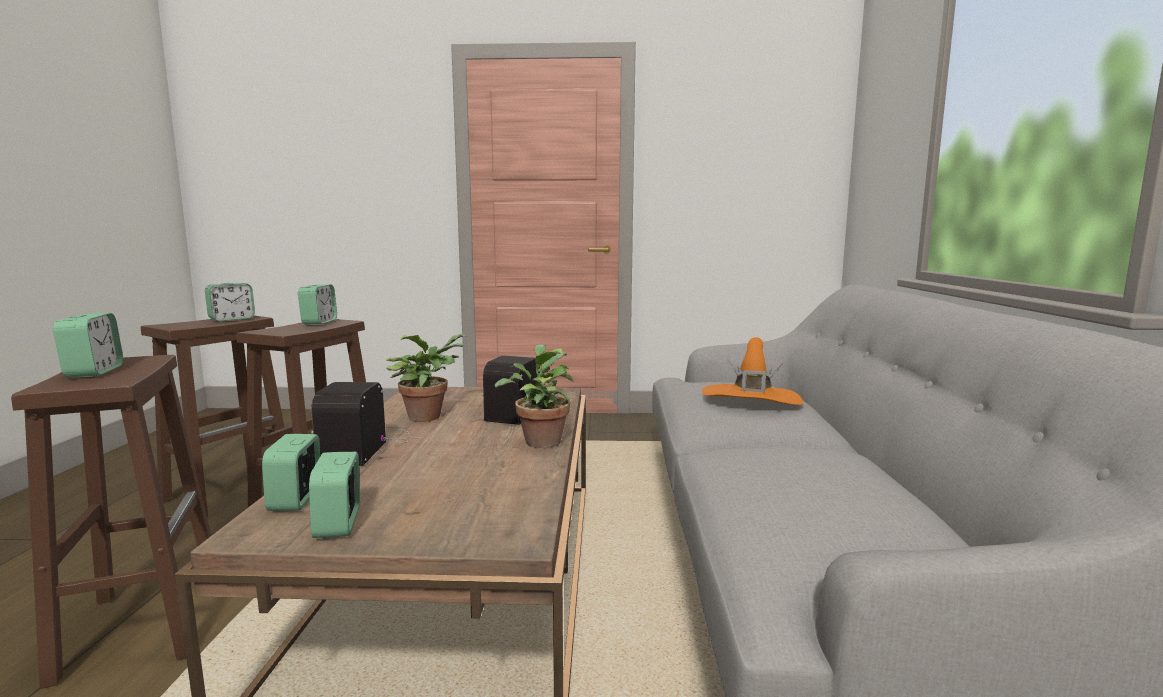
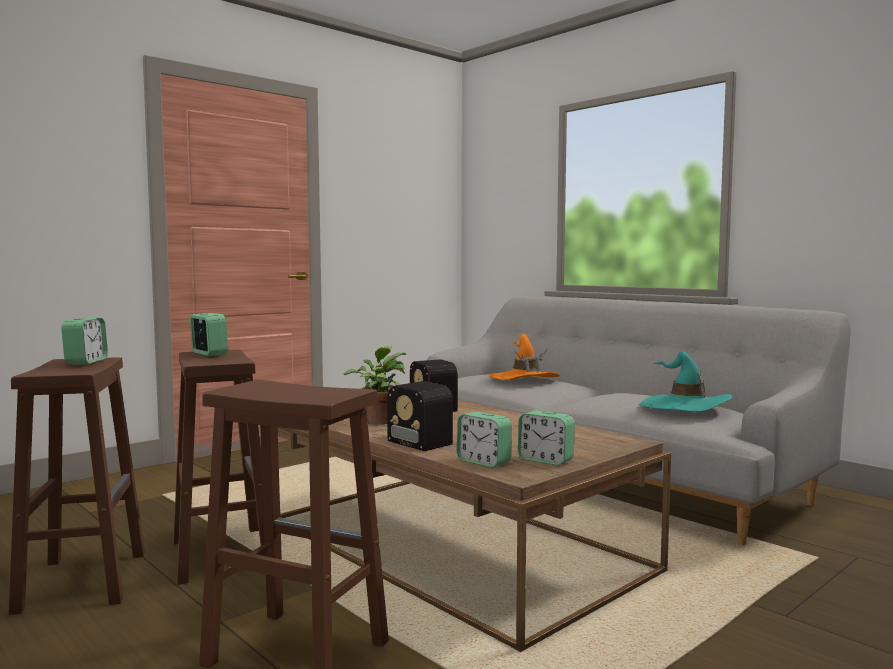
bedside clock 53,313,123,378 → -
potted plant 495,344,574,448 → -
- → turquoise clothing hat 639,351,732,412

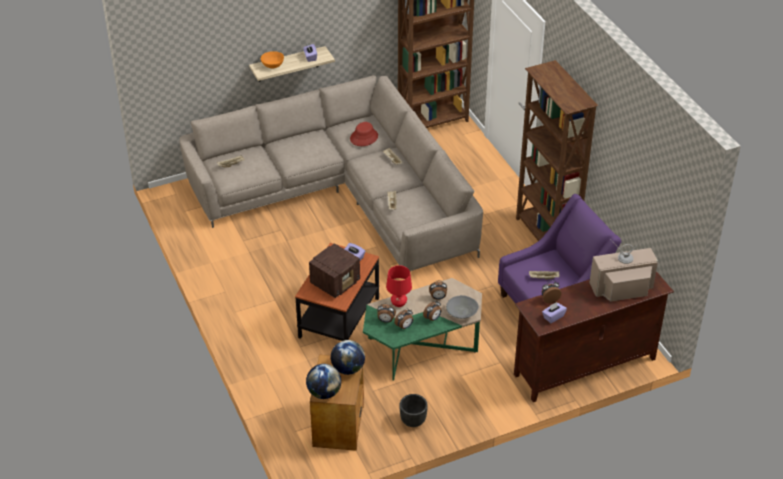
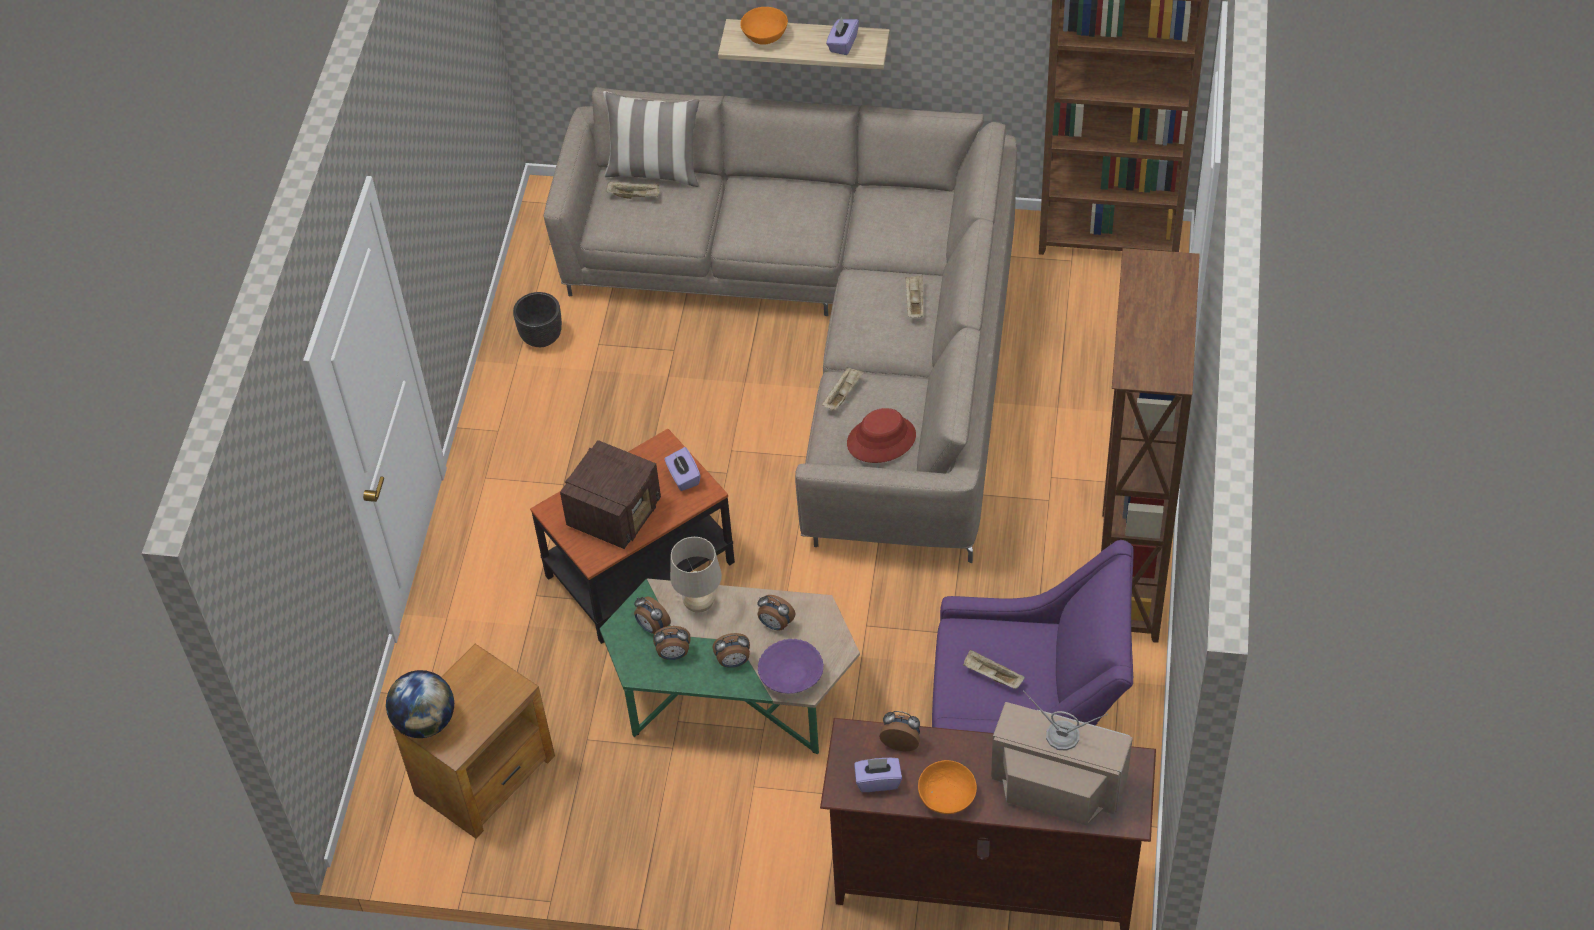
desk globe 331,340,365,375 → -
- → pillow 603,91,699,187
- → orange bowl 918,760,977,814
reddish clothing hat 350,122,378,146 → reddish clothing hat 847,408,916,463, move
black-coloured planter 400,394,428,427 → black-coloured planter 513,292,562,347, move
reddish tabletop lamp 386,265,412,307 → sand-coloured tabletop lamp 670,537,722,613
grey bowl 446,295,479,319 → purple-coloured bowl 758,639,824,694
radio 309,243,360,298 → radio 560,440,661,549, 45 degrees counterclockwise

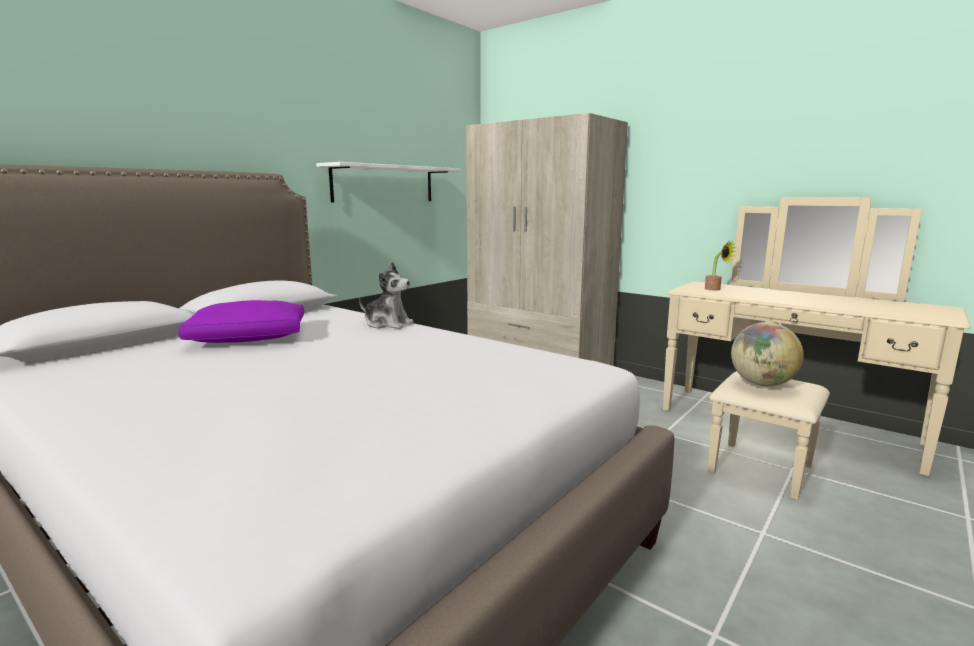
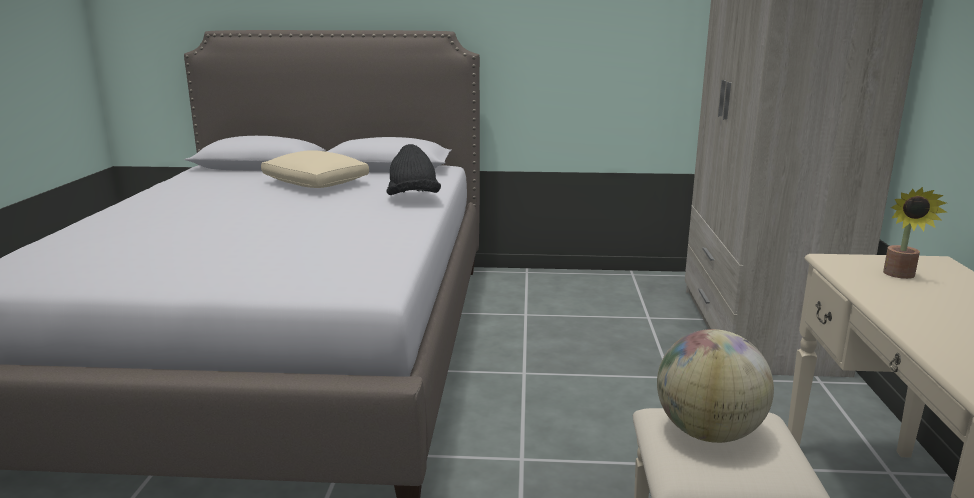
whitish wall shelf 316,162,461,202 → -
plush toy 359,262,413,329 → black-coloured clothing hat 386,144,441,195
purple-coloured pillow 178,300,304,343 → sand-coloured pillow 261,150,369,188

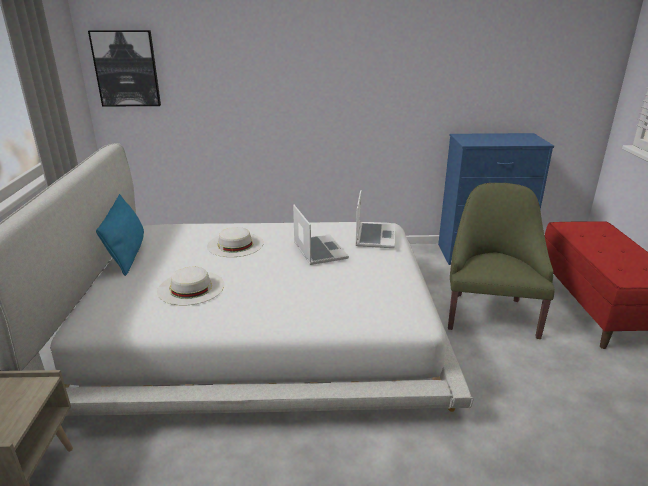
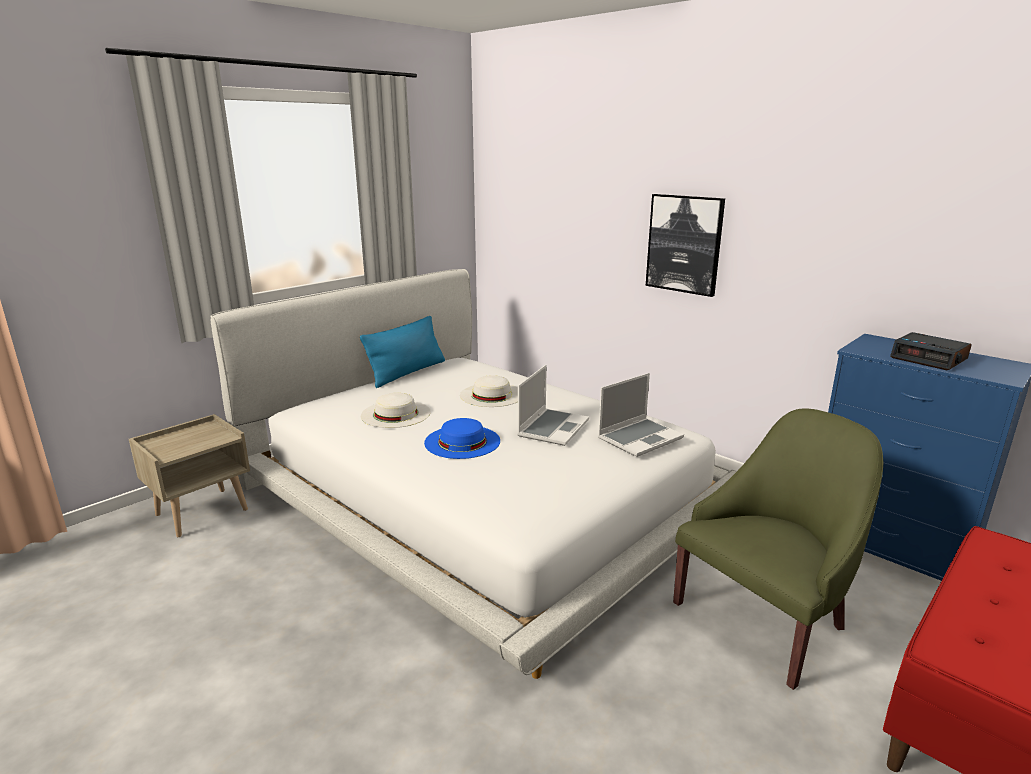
- → blue-coloured clothing hat 424,418,500,459
- → bedside clock 890,332,972,370
picture 88,30,161,107 → picture 646,194,725,297, move

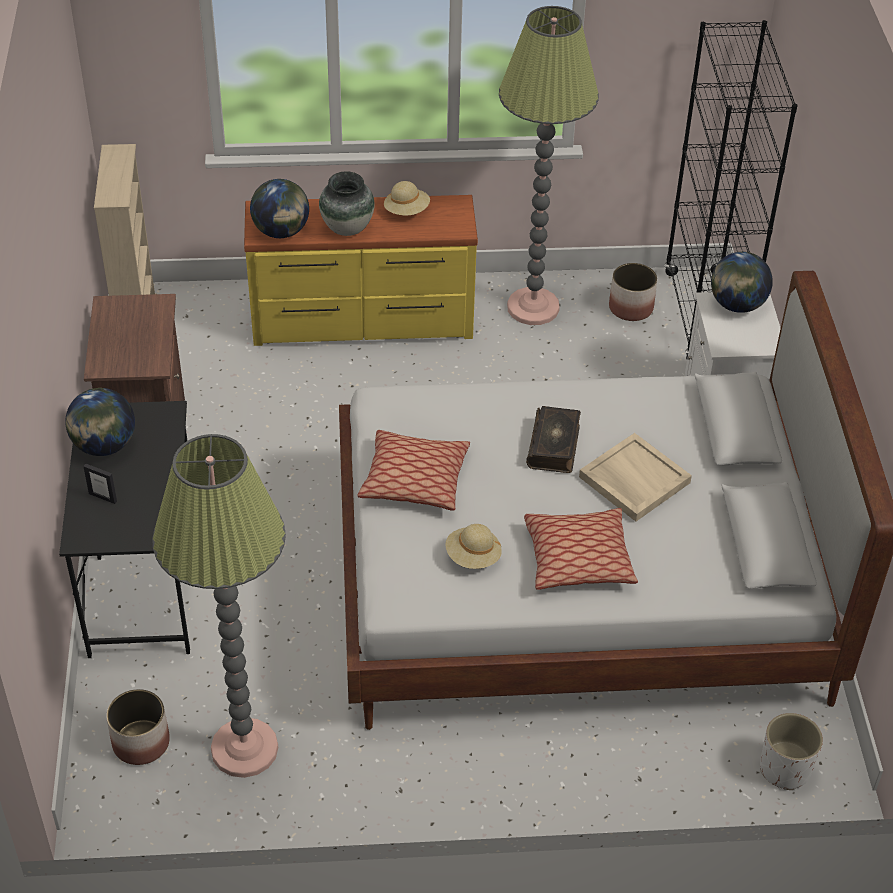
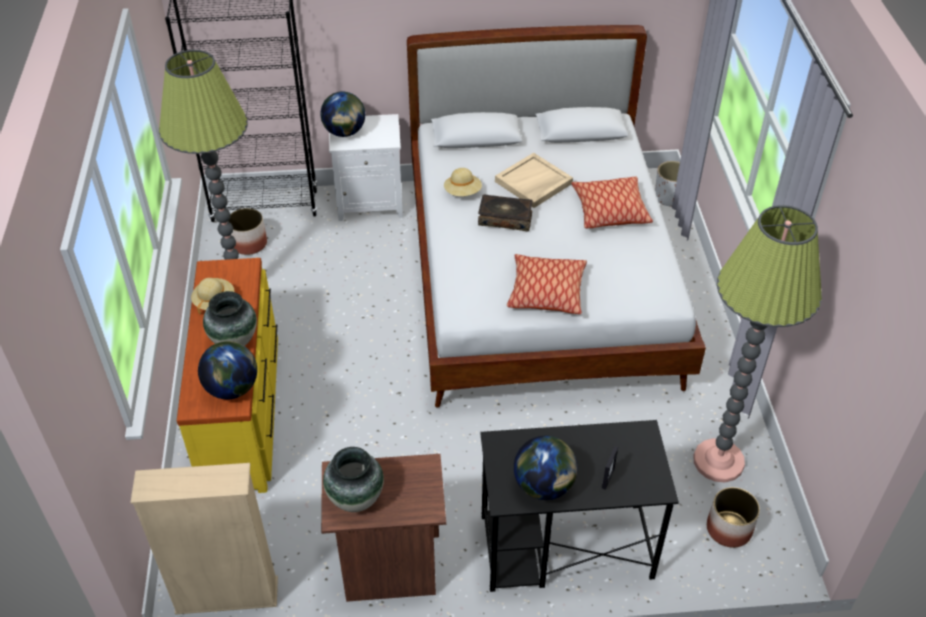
- → flower vase 323,447,384,512
sand-coloured clothing hat 445,524,502,569 → sand-coloured clothing hat 444,168,482,196, move

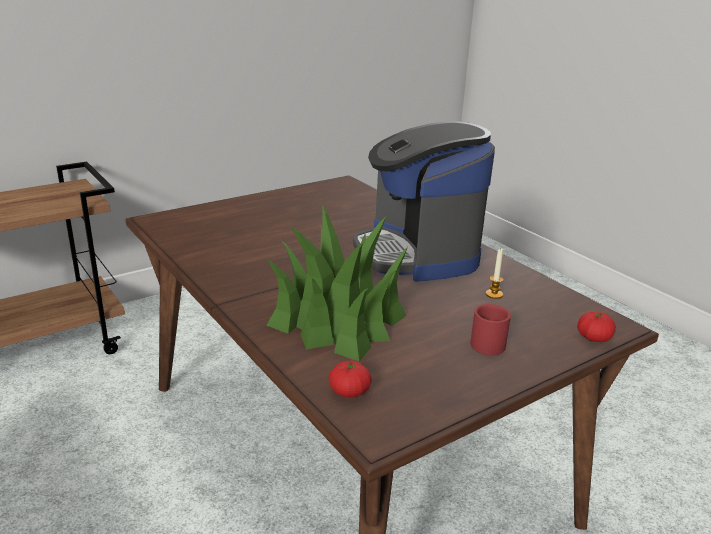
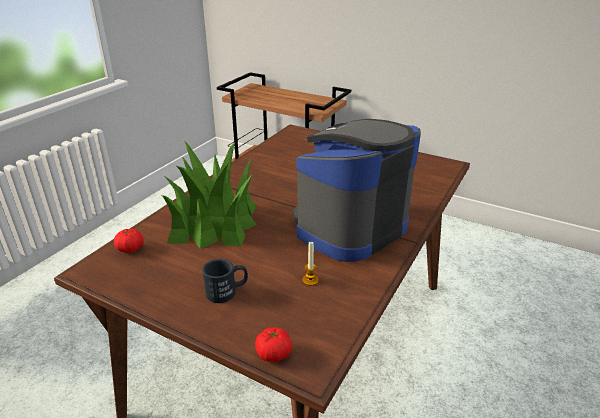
reddish tea mug 470,303,511,355 → black-coloured tea mug 202,259,248,303

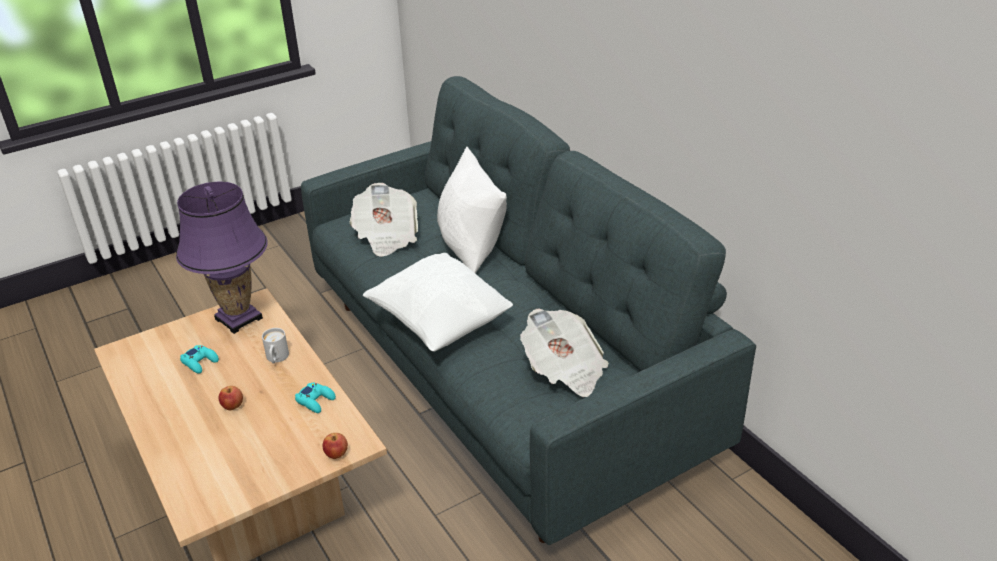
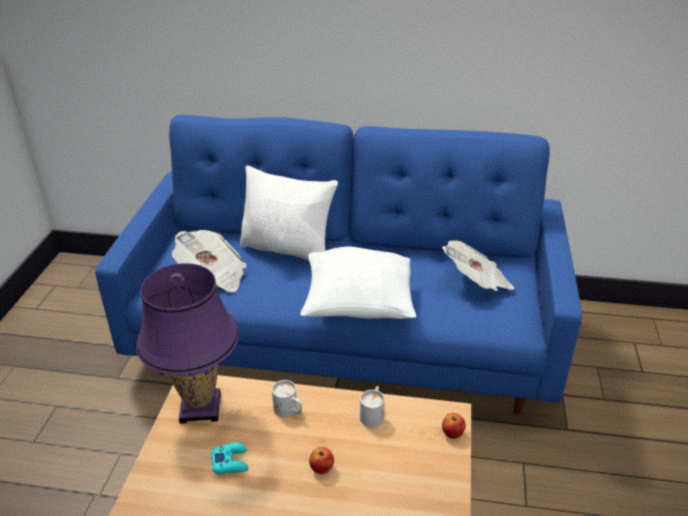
turquoise gamepad 295,383,336,413 → whitish tea mug 360,386,385,427
grey couch 301,76,756,545 → blue-coloured couch 95,115,582,415

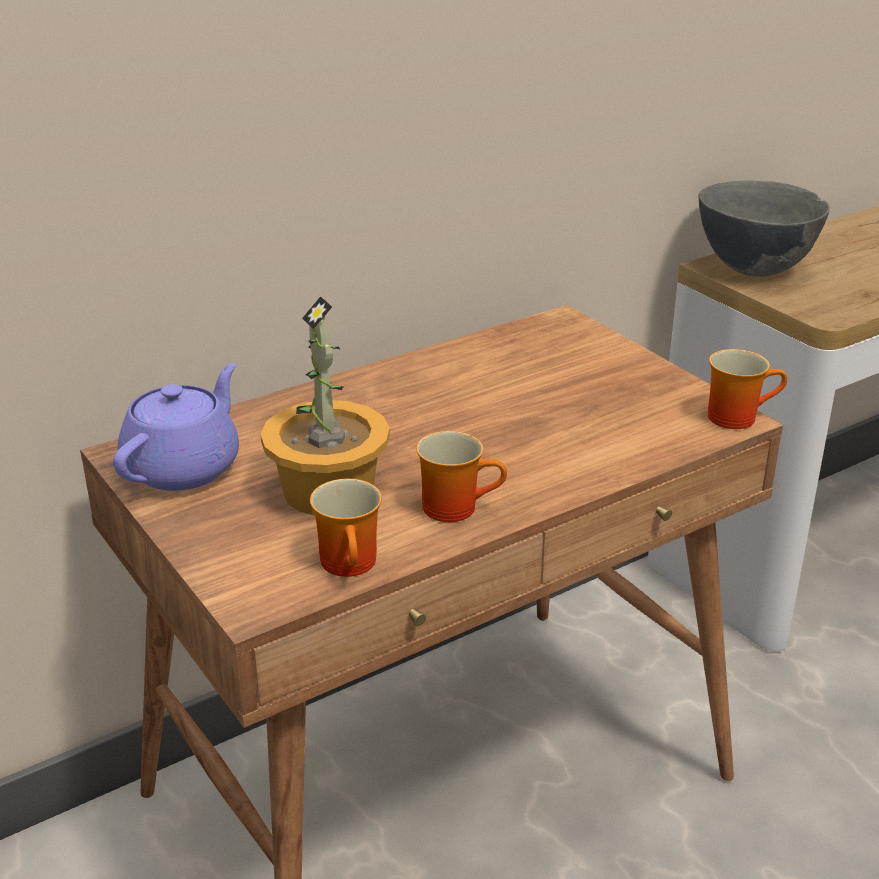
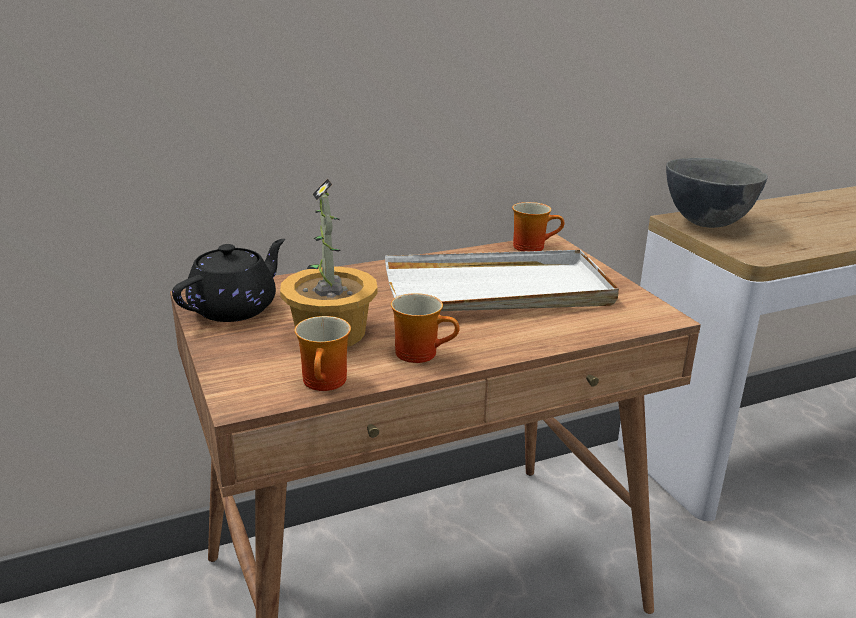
- → whitish tray 385,250,619,311
tea mug 708,349,787,429 → tea mug 512,202,564,251, move
purple-coloured tea pot 113,363,239,491 → black-coloured tea pot 172,239,285,322

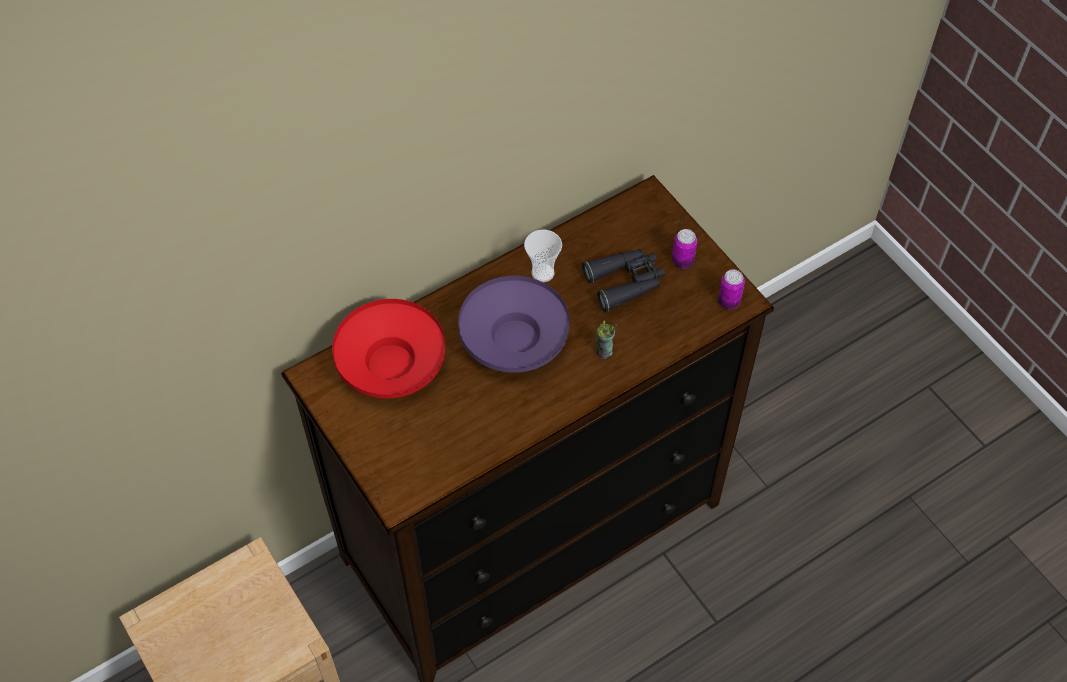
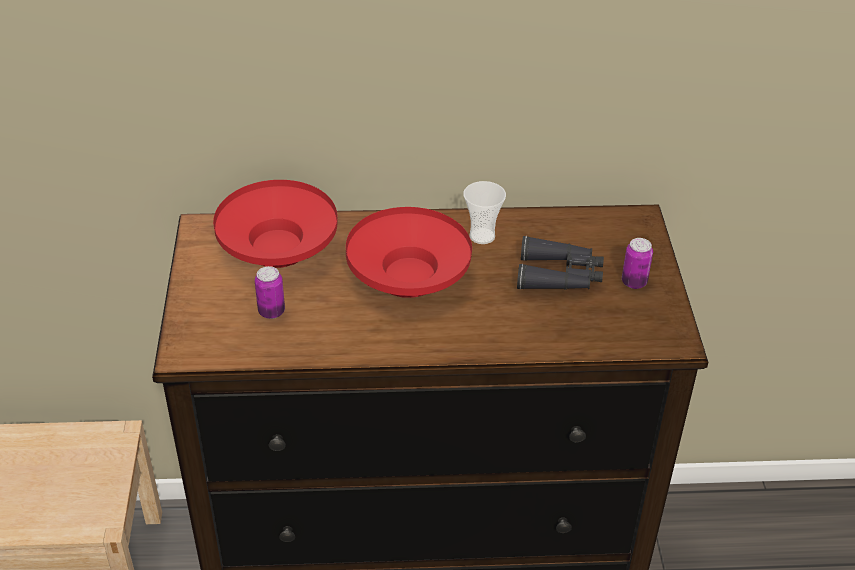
cup 596,320,617,359 → -
sealed can 718,270,745,309 → sealed can 255,266,285,319, move
purple-coloured bowl 458,276,570,373 → reddish bowl 346,207,472,298

